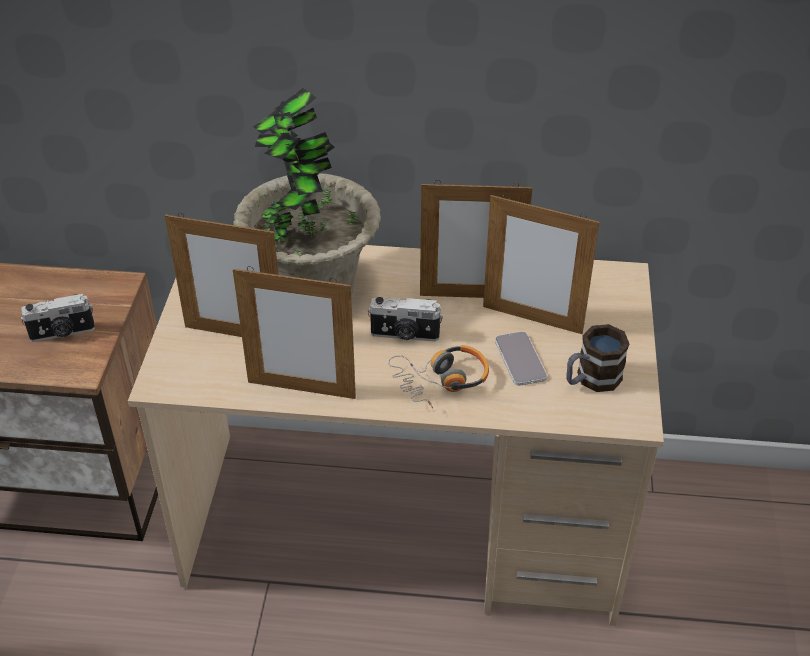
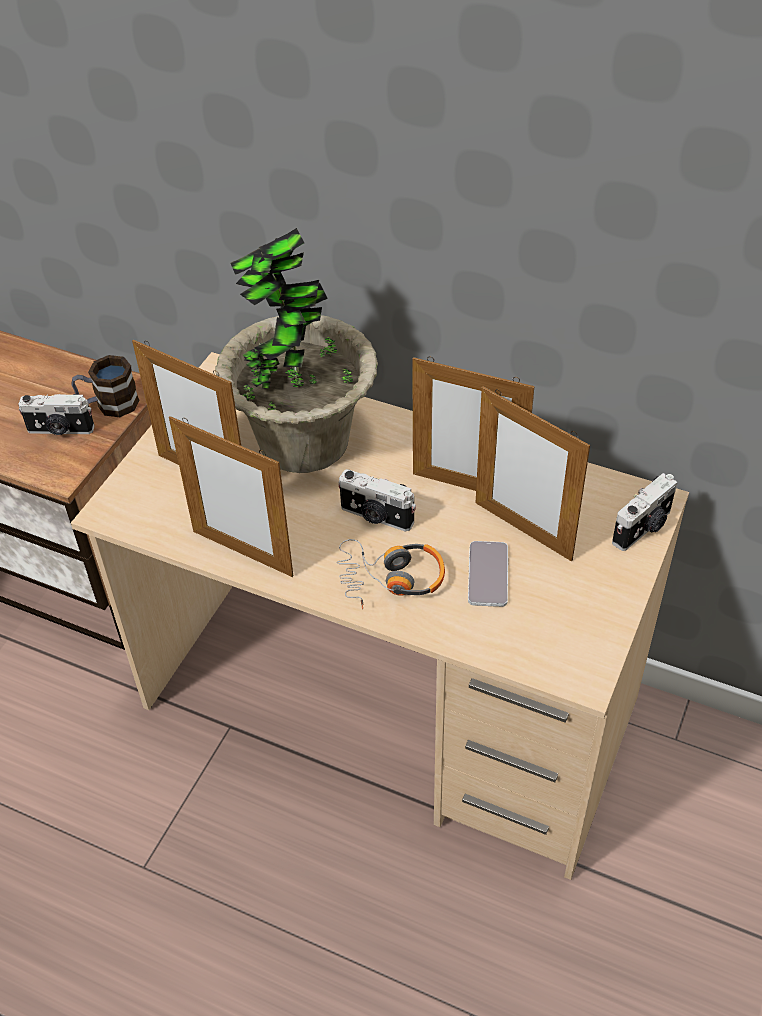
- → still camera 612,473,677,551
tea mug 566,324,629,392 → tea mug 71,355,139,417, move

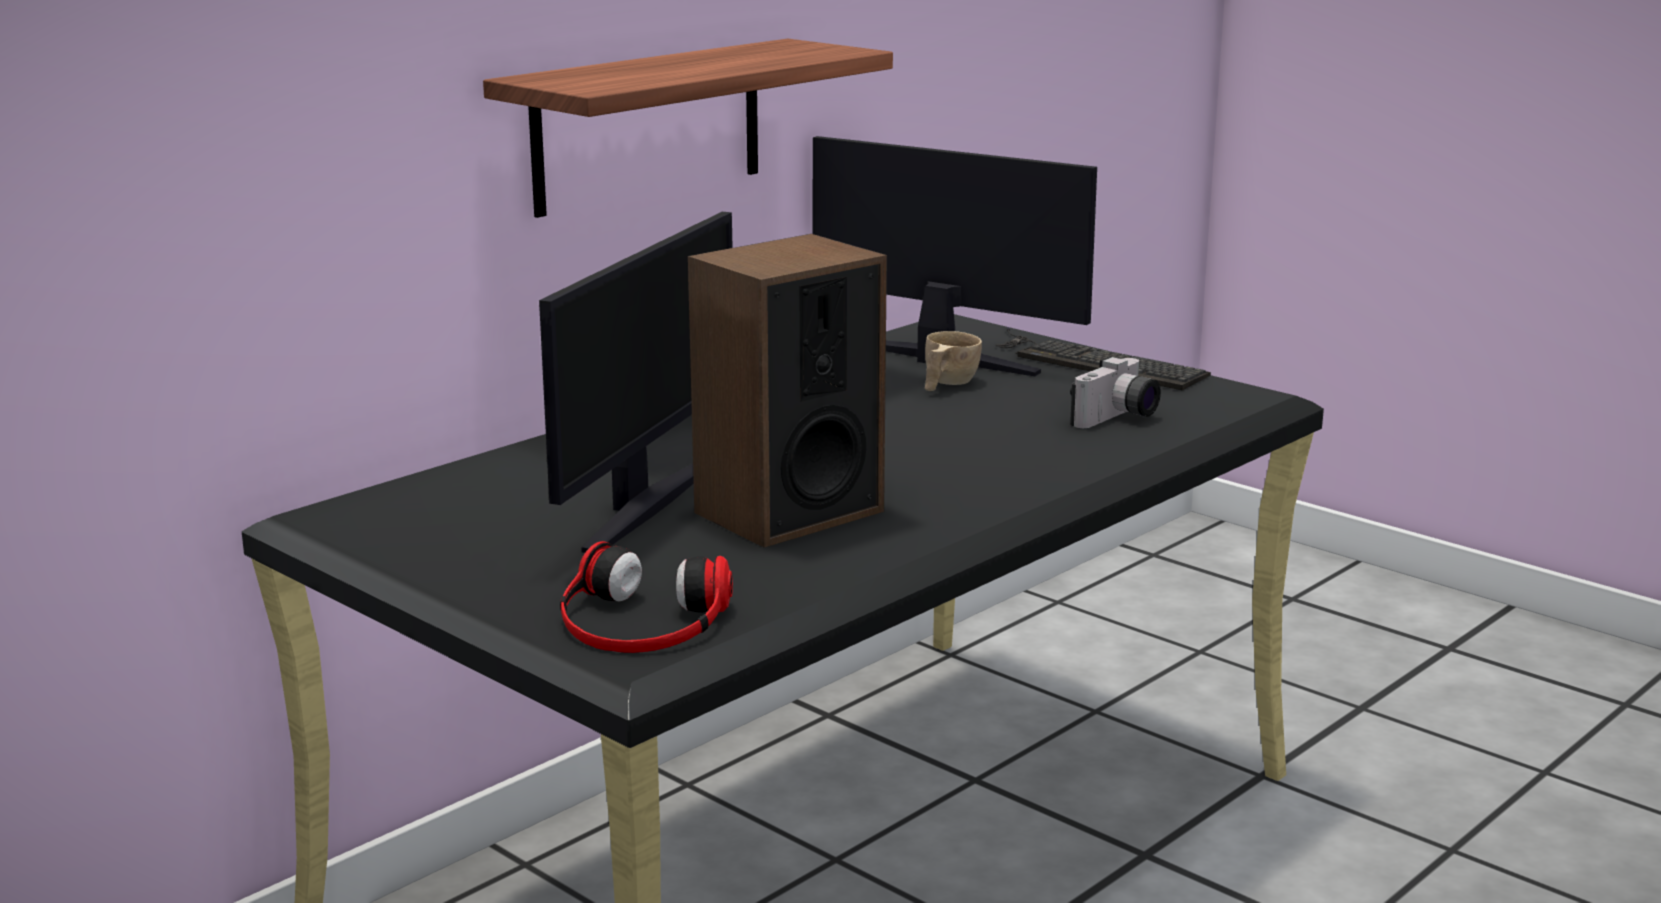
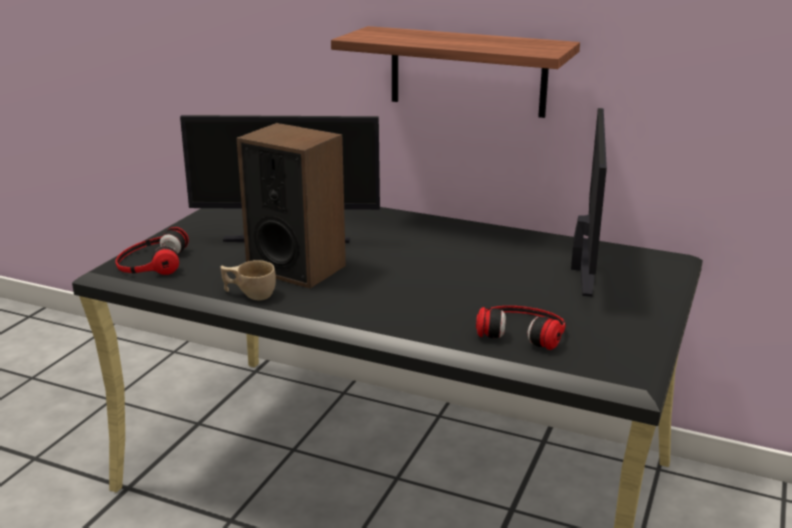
computer keyboard 996,327,1211,390 → -
sand-coloured cup 925,331,982,391 → sand-coloured cup 220,260,276,301, move
still camera 1070,357,1161,428 → headset 476,306,566,350

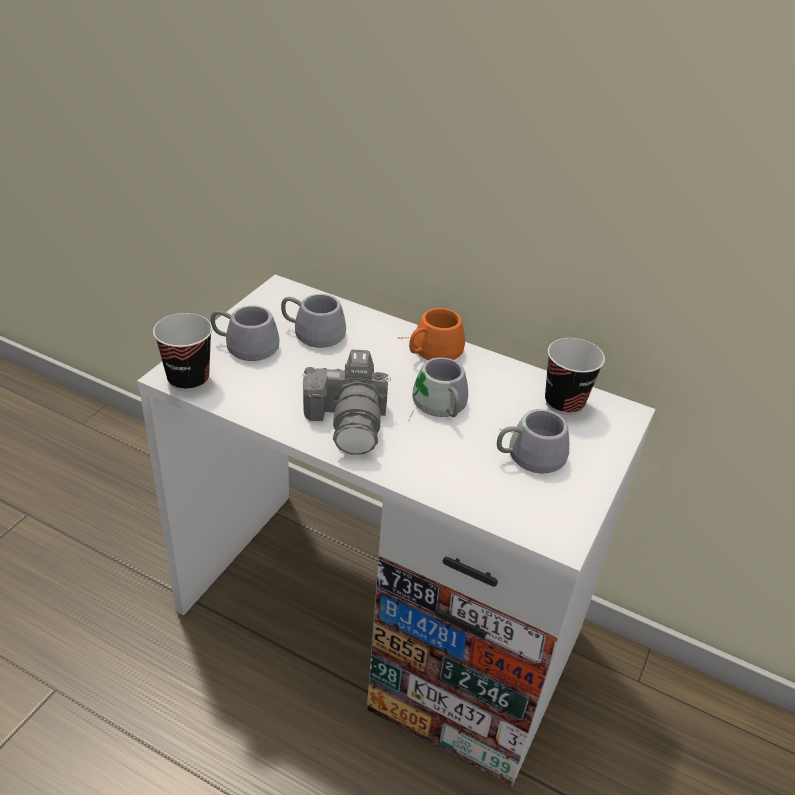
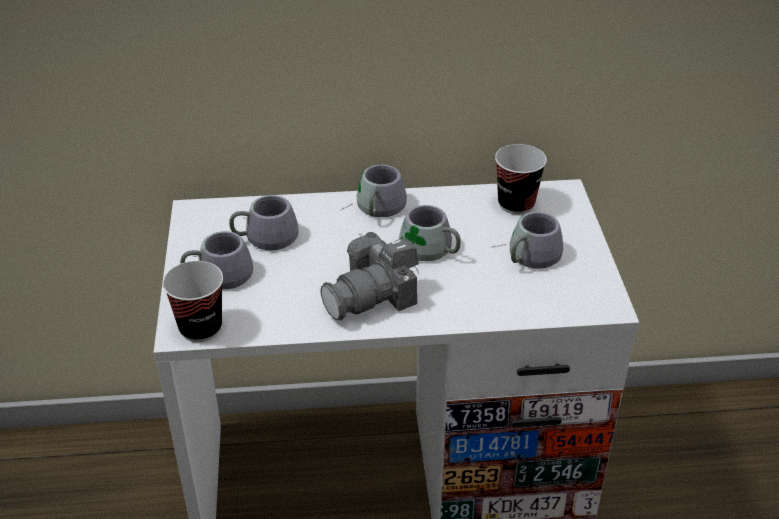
orange tea mug 397,308,465,360 → grey tea mug 340,165,407,217
still camera 302,350,391,455 → still camera 320,232,419,320, 90 degrees clockwise

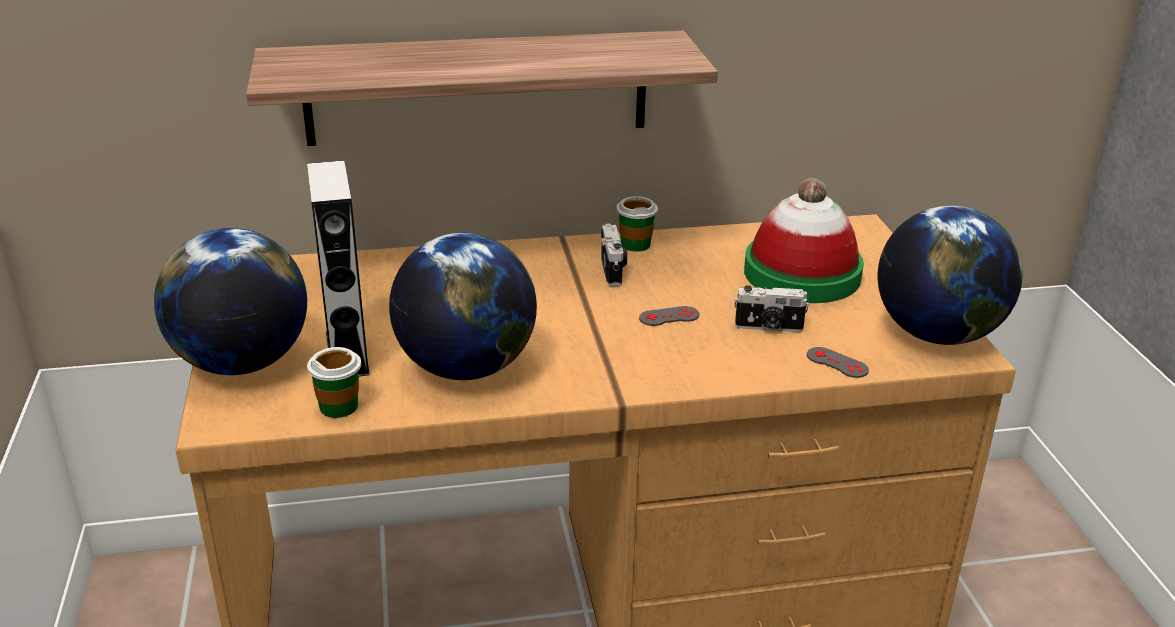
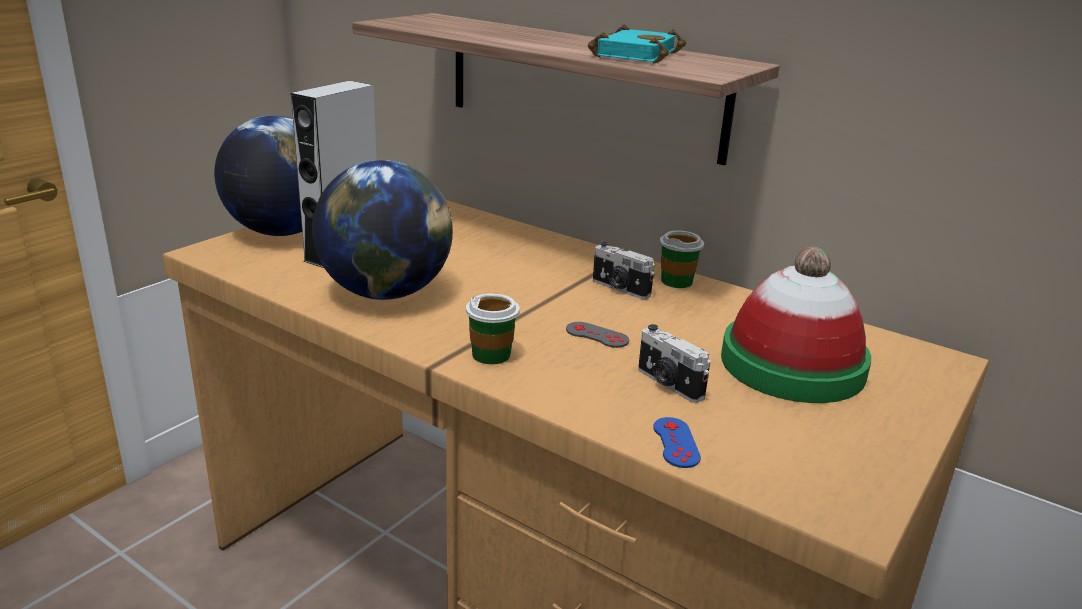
desk globe 878,206,1023,345 → -
- → turquoise book 588,25,686,64
cup 307,347,361,418 → cup 466,293,520,364, move
grey gamepad 807,347,869,378 → blue-coloured gamepad 653,417,701,468
still camera 601,224,627,286 → still camera 593,241,655,299, 90 degrees clockwise

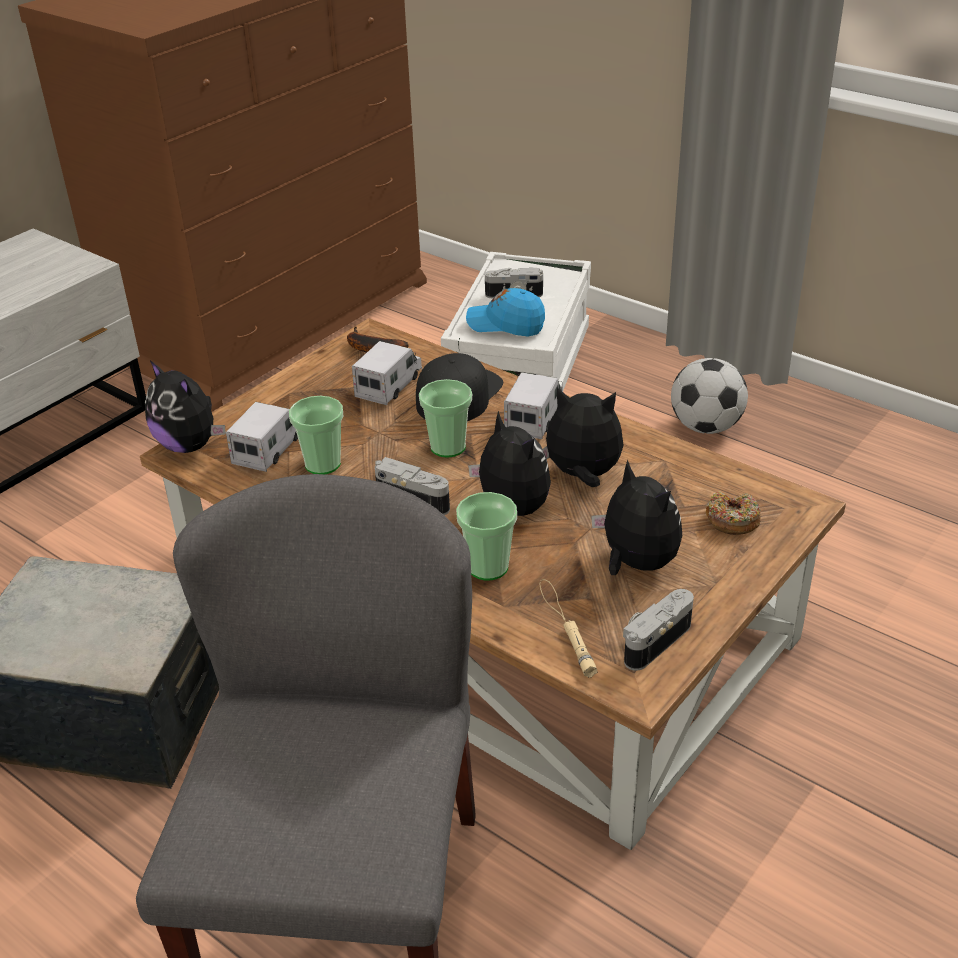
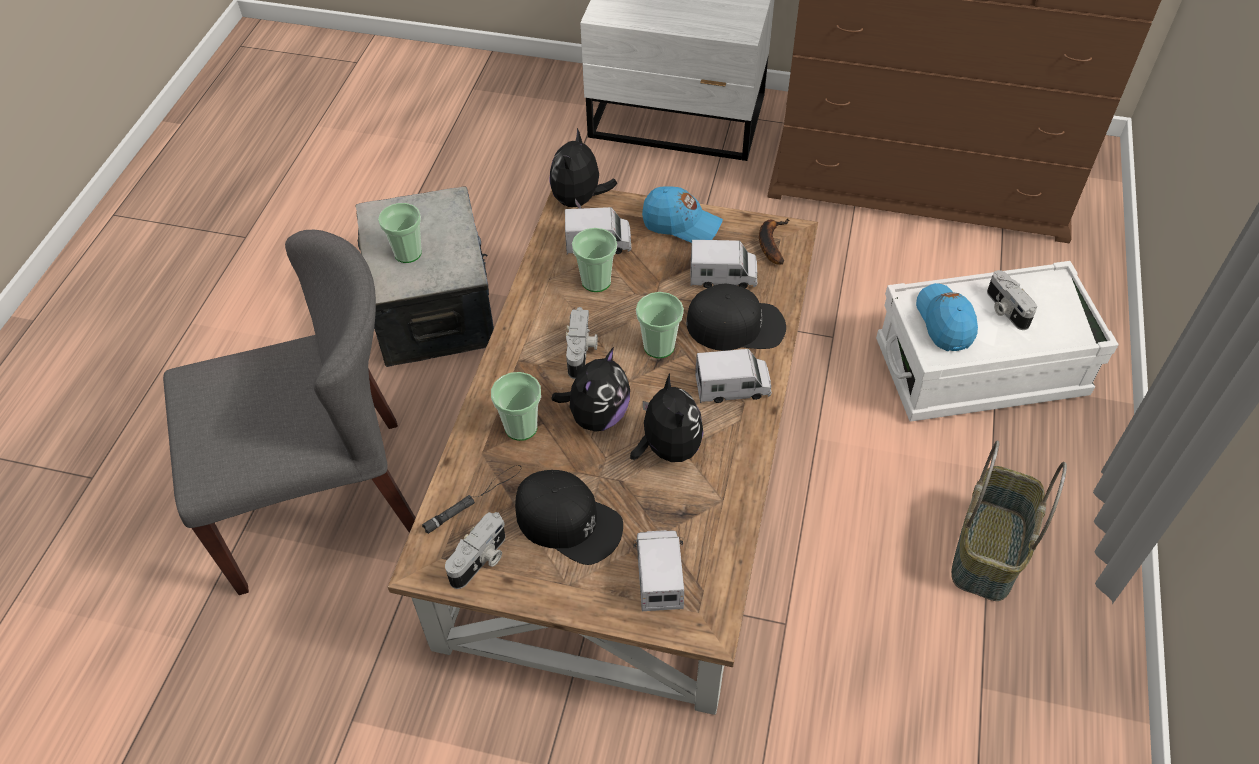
- → cup 378,203,422,263
- → blue-coloured baseball cap 642,186,723,243
plush toy 591,460,682,575 → black-coloured baseball cap 515,470,623,565
ball for football 671,358,748,434 → household basket 951,441,1067,601
doughnut 706,491,761,535 → model truck 633,530,684,611
sand-coloured torch 540,579,597,678 → black-coloured torch 422,465,521,534
still camera 623,589,694,671 → still camera 445,512,505,589, 105 degrees clockwise

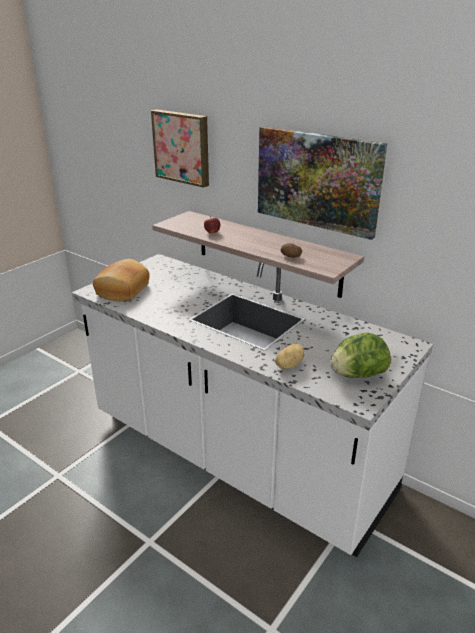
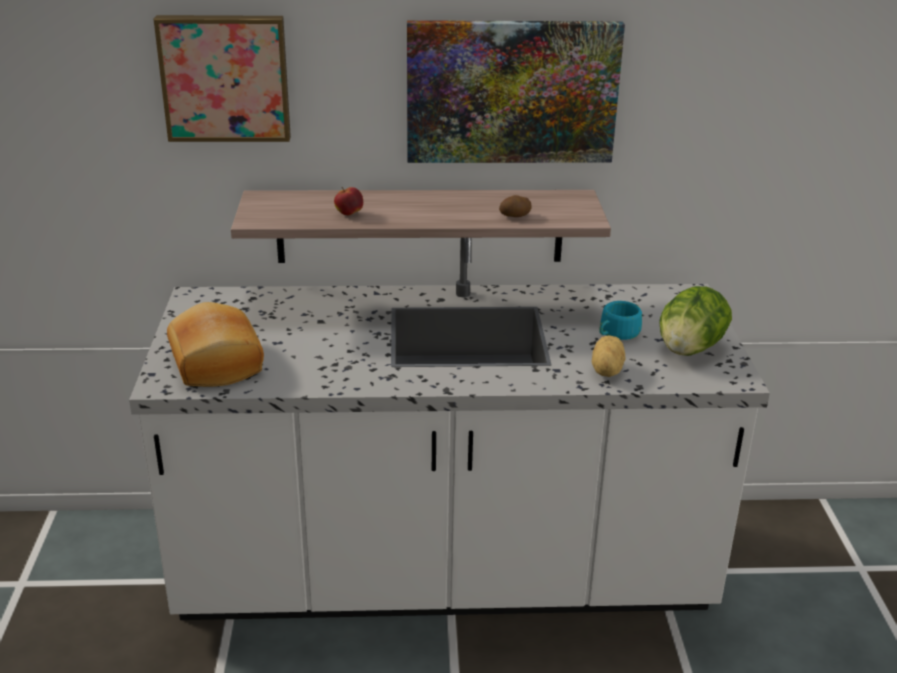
- → turquoise cup 599,301,642,340

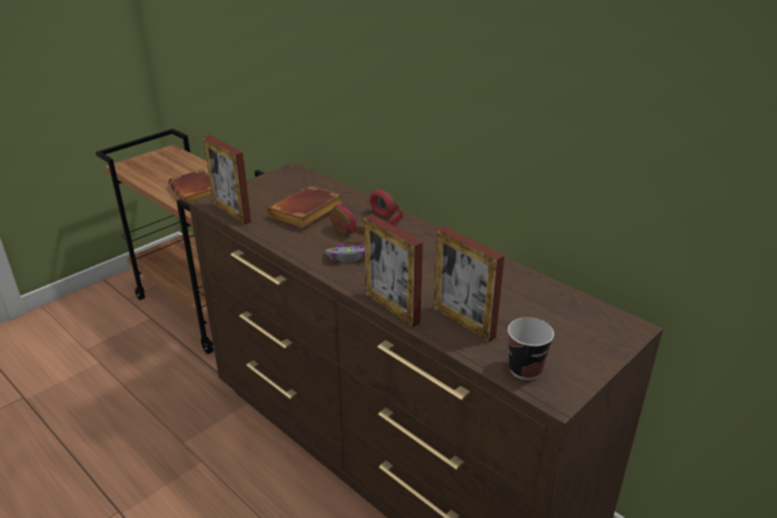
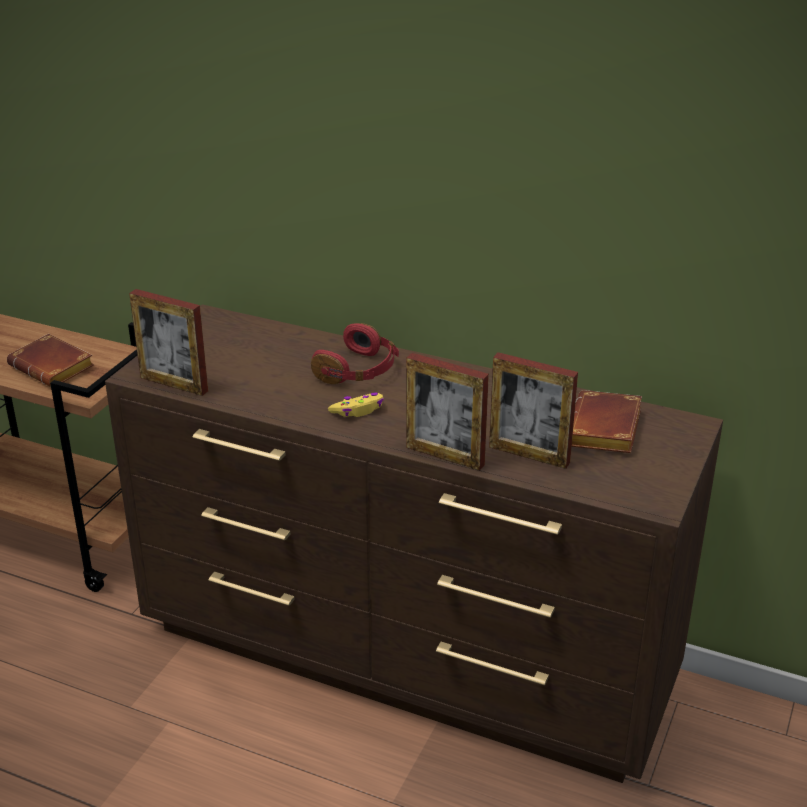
cup 508,317,554,380 → -
brown-coloured book 267,186,343,228 → brown-coloured book 572,390,642,453, move
grey gamepad 325,244,365,262 → yellowish gamepad 328,392,384,417

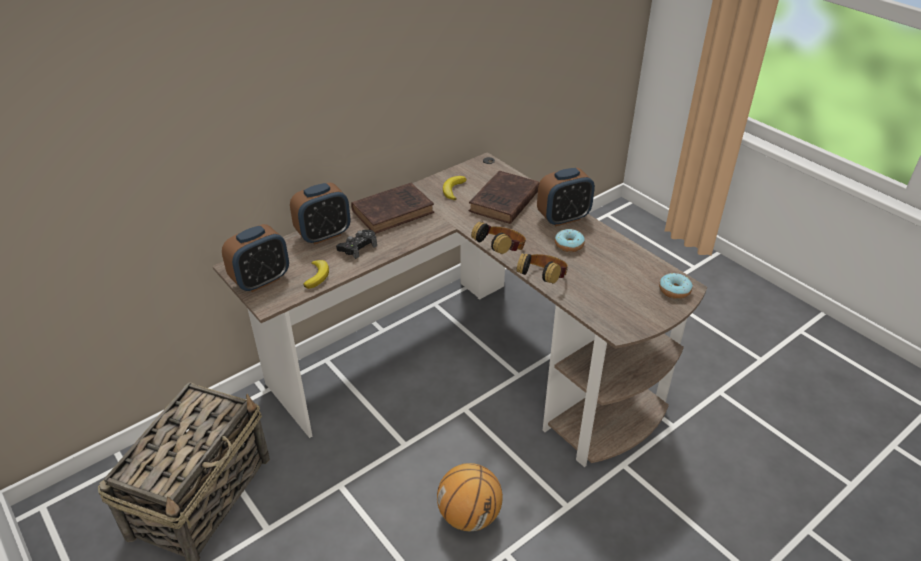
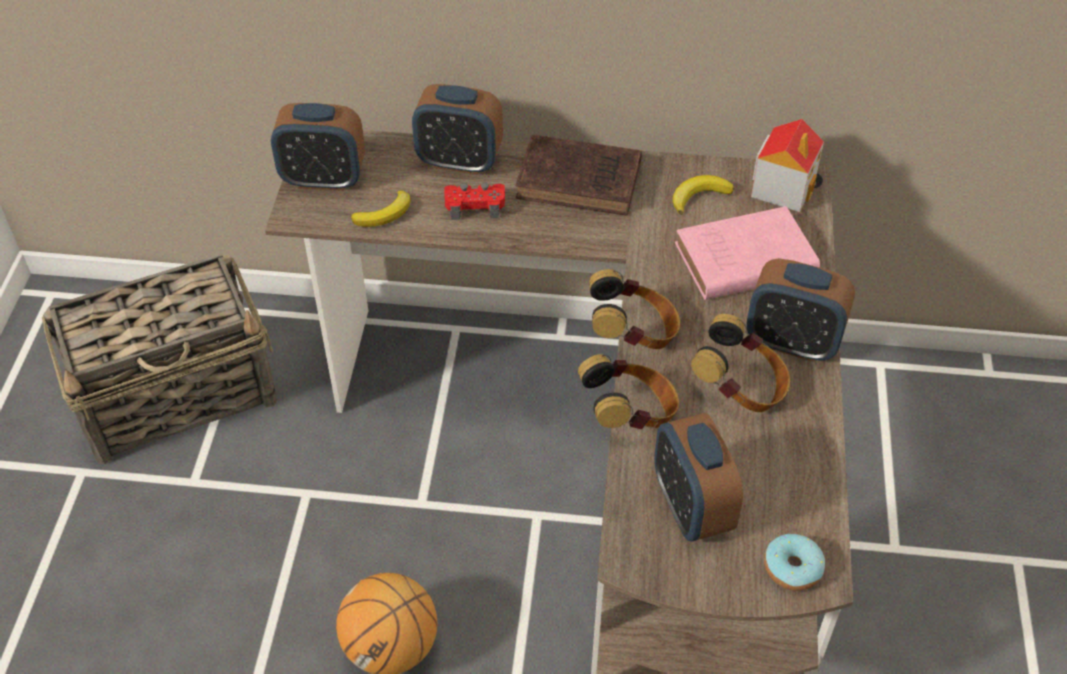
- → bedside clock 654,413,743,541
- → miniature house 751,119,824,212
doughnut 555,229,585,252 → headset 691,314,790,412
black-coloured gamepad 336,229,377,259 → reddish gamepad 444,183,505,220
brown-coloured book 469,171,540,224 → pinkish book 675,206,820,300

